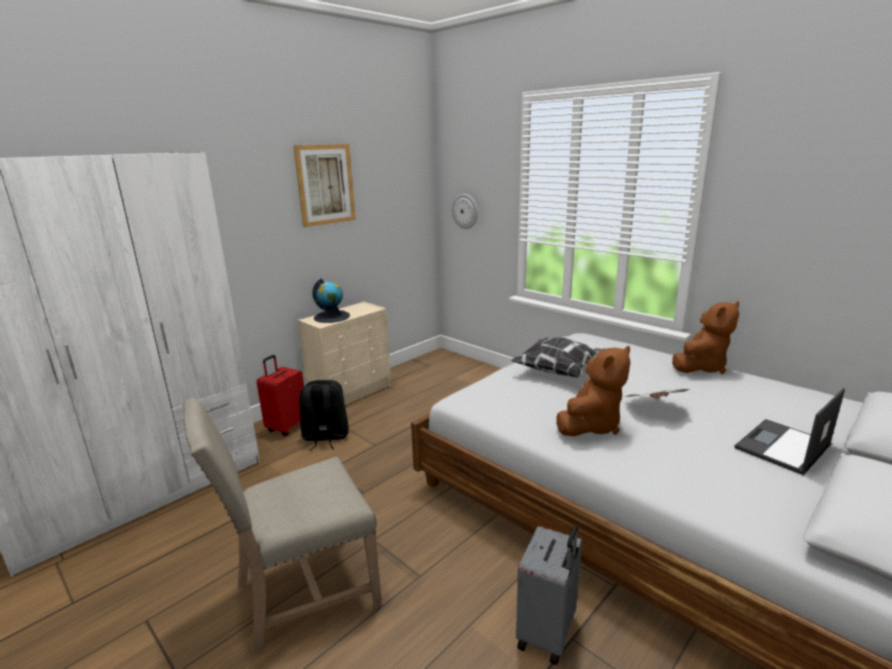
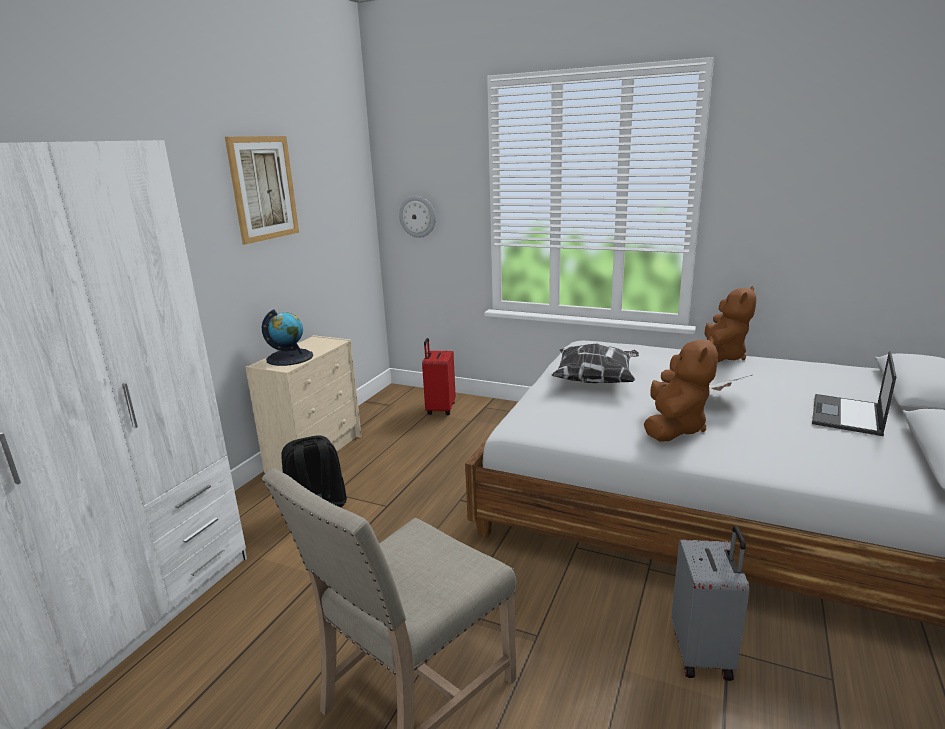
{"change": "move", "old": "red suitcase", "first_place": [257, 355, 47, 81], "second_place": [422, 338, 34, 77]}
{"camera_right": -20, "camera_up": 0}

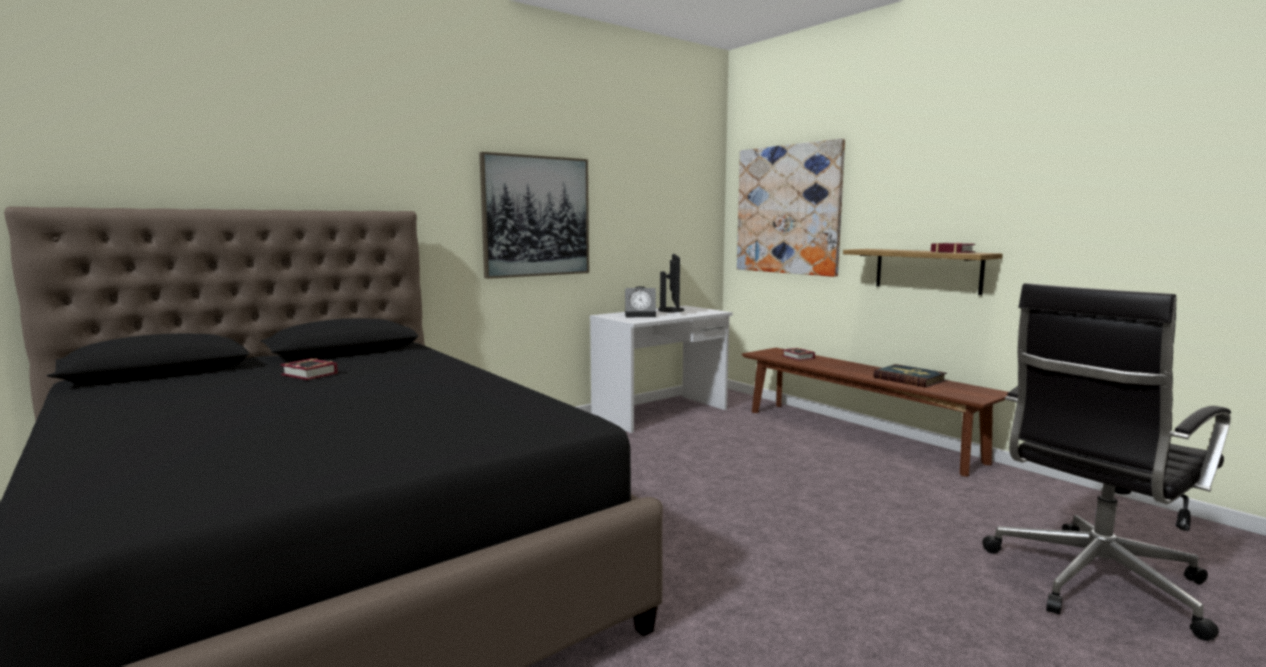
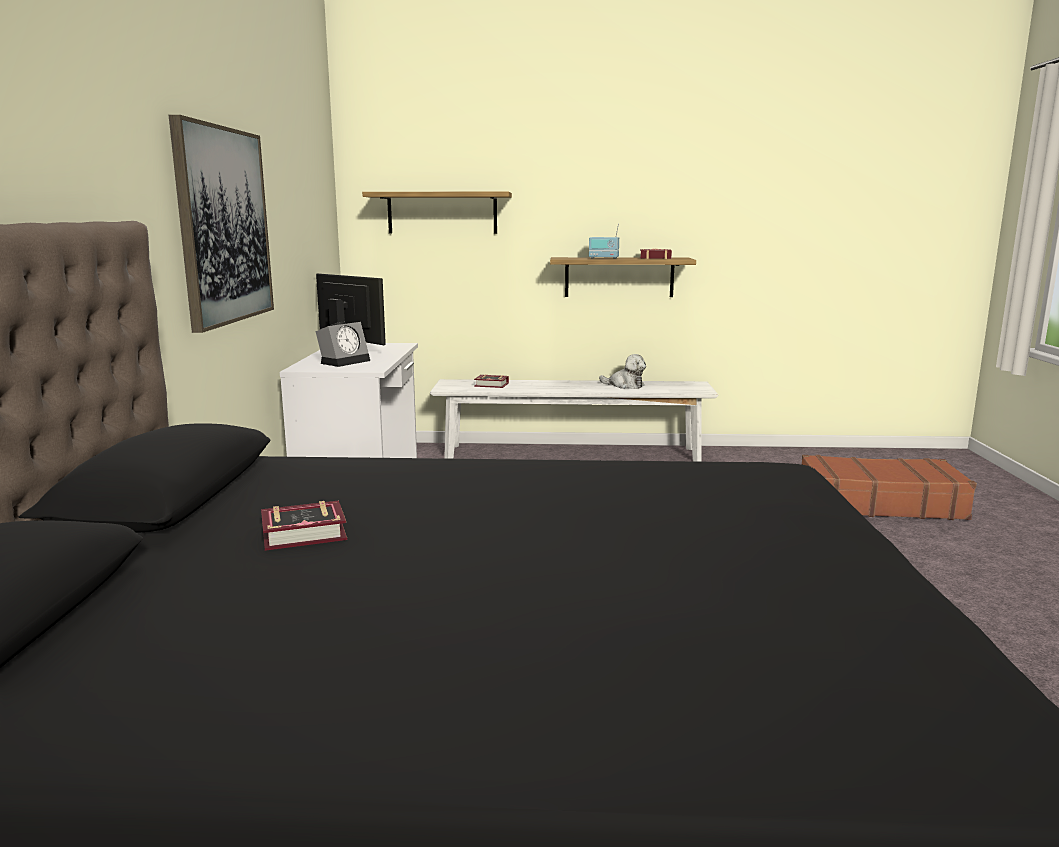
{"change": "replace", "old": "picture", "new": "shelf", "first_place": [737, 138, 108, 139], "second_place": [362, 192, 150, 42]}
{"change": "replace", "old": "black office chair", "new": "brown suitcase", "first_place": [982, 283, 249, 358], "second_place": [802, 455, 175, 65]}
{"change": "recolor", "old": "brown bench", "new": "white bench", "first_place": [742, 348, 267, 129], "second_place": [430, 379, 288, 83]}
{"change": "replace", "old": "book", "new": "plush toy", "first_place": [873, 364, 74, 24], "second_place": [599, 354, 47, 35]}
{"change": "insert", "new": "radio", "second_place": [589, 224, 30, 35]}
{"camera_right": -50, "camera_up": 5}

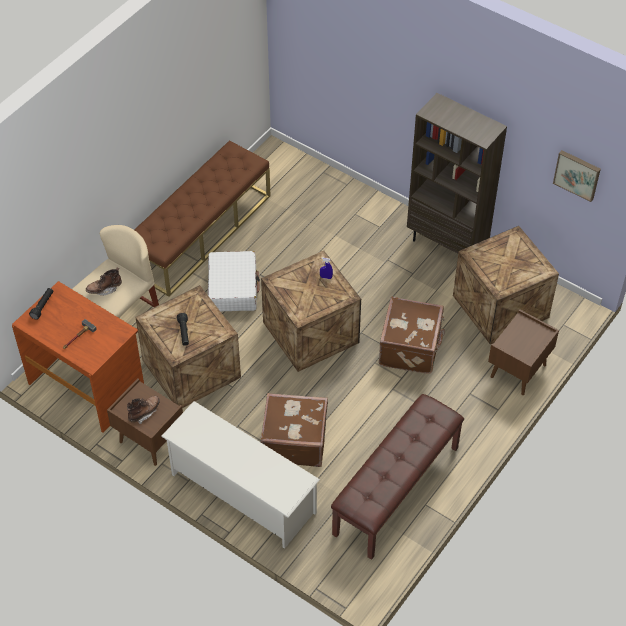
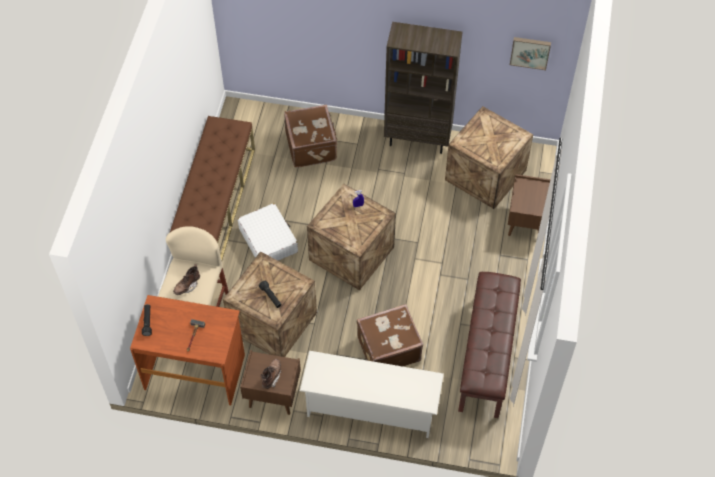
{"change": "move", "old": "brown suitcase", "first_place": [379, 297, 66, 77], "second_place": [284, 105, 54, 63]}
{"camera_right": -25, "camera_up": 5}

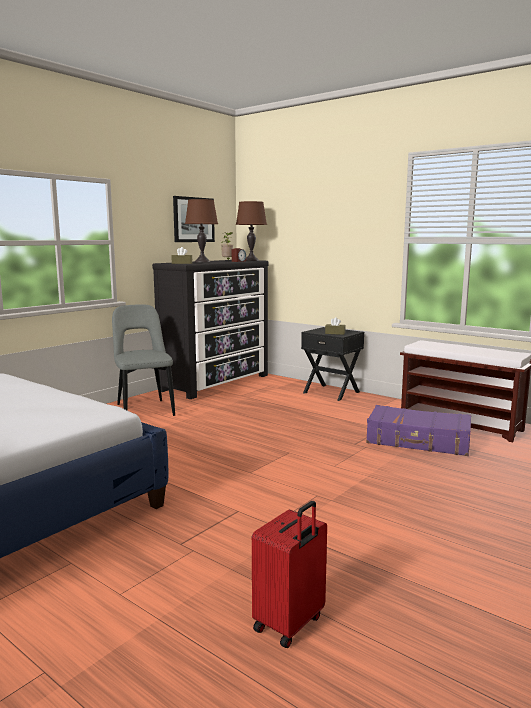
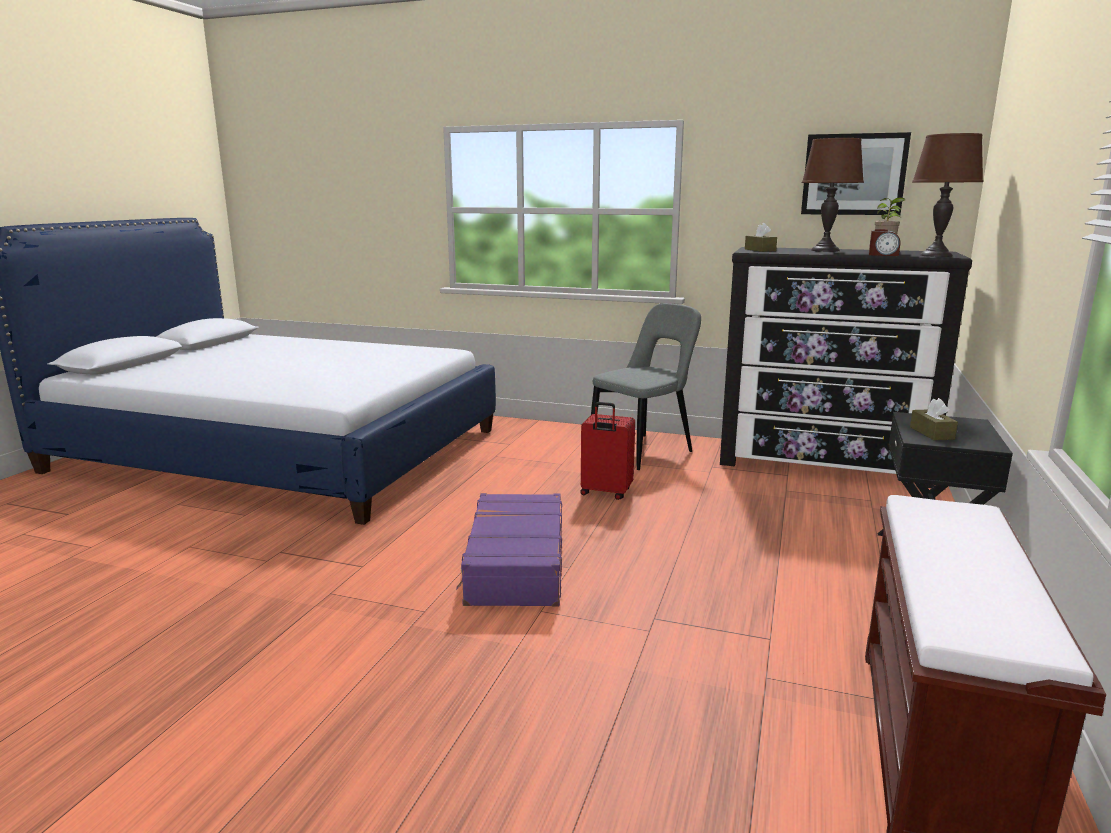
{"change": "move", "old": "purple suitcase", "first_place": [366, 405, 105, 51], "second_place": [456, 493, 106, 114]}
{"change": "move", "old": "red suitcase", "first_place": [252, 501, 75, 147], "second_place": [580, 402, 55, 98]}
{"camera_right": 70, "camera_up": 5}

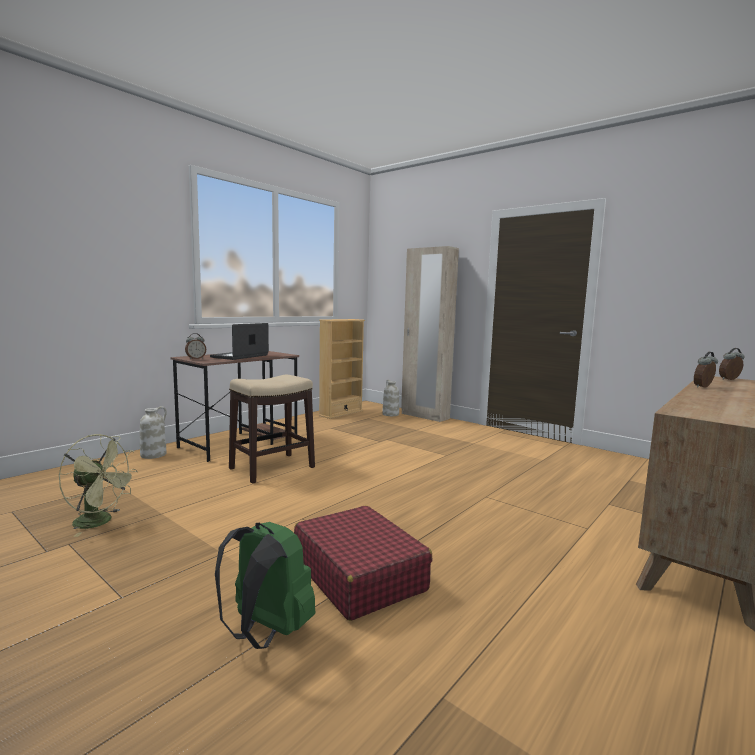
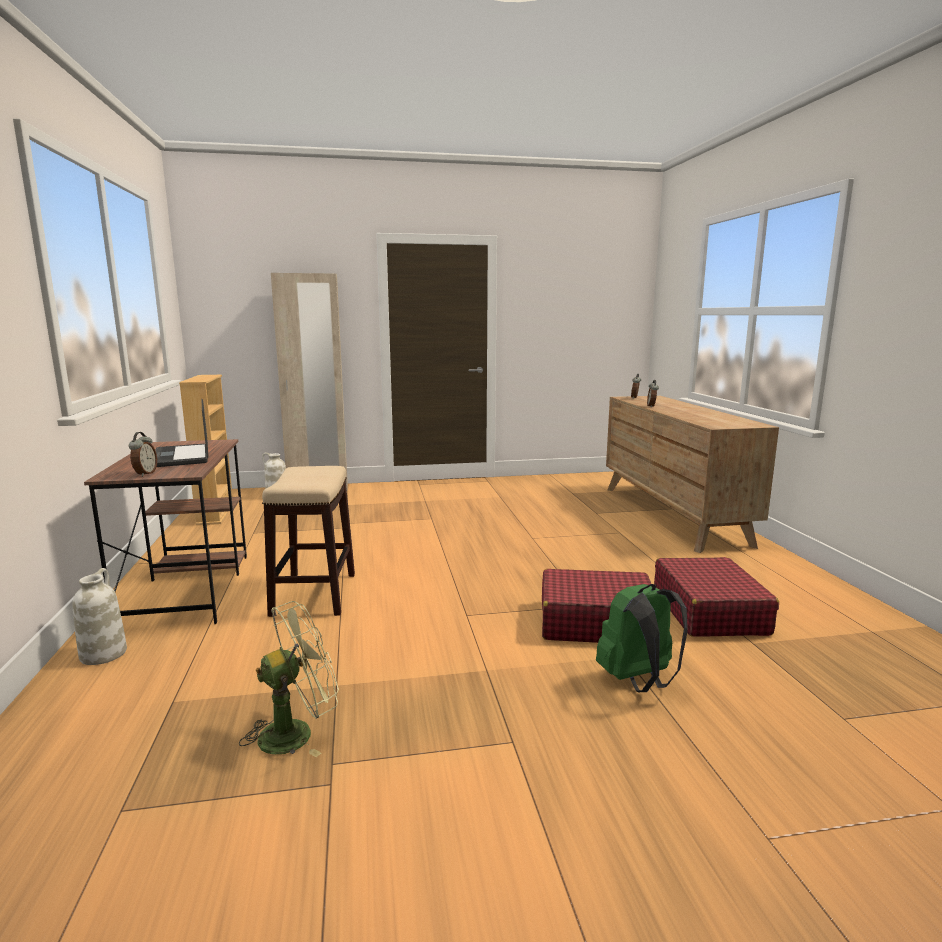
{"change": "insert", "new": "red suitcase", "second_place": [654, 557, 125, 80]}
{"camera_right": -50, "camera_up": 5}

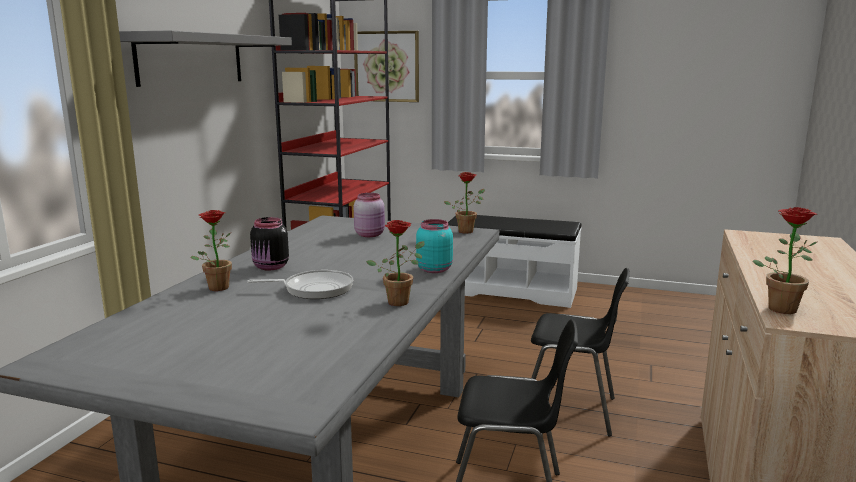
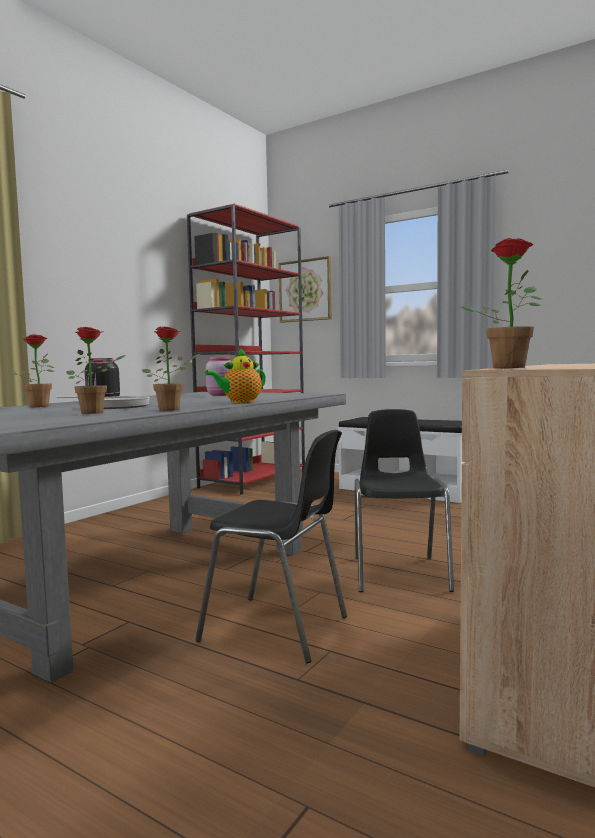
{"change": "delete", "old": "grey shelf", "first_place": [119, 30, 173, 57]}
{"change": "move", "old": "potted plant", "first_place": [444, 172, 41, 61], "second_place": [66, 327, 59, 87]}
{"change": "replace", "old": "turquoise jar", "new": "teapot", "first_place": [416, 219, 37, 54], "second_place": [205, 348, 61, 55]}
{"change": "rotate", "old": "black chair", "first_place": [531, 268, 99, 168], "second_place": [355, 409, 99, 183], "degrees": -120}
{"camera_right": 15, "camera_up": -10}

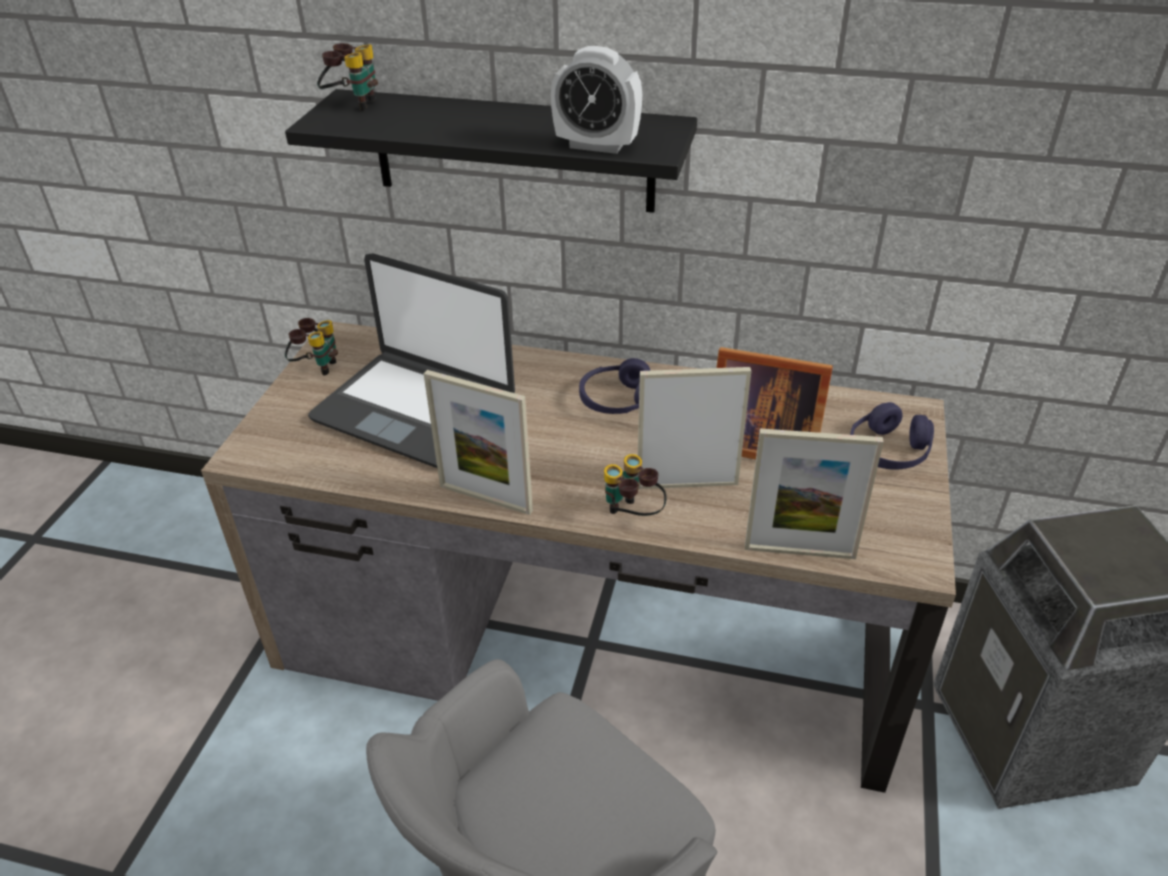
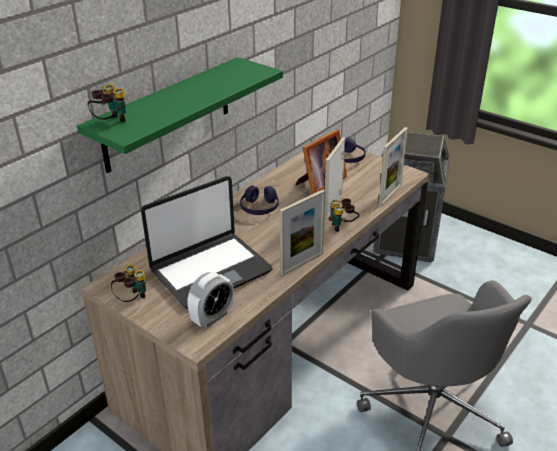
{"change": "move", "old": "alarm clock", "first_place": [551, 46, 92, 108], "second_place": [187, 272, 47, 56]}
{"change": "recolor", "old": "black shelf", "new": "green shelf", "first_place": [285, 89, 412, 124], "second_place": [77, 57, 206, 116]}
{"camera_right": -65, "camera_up": -5}

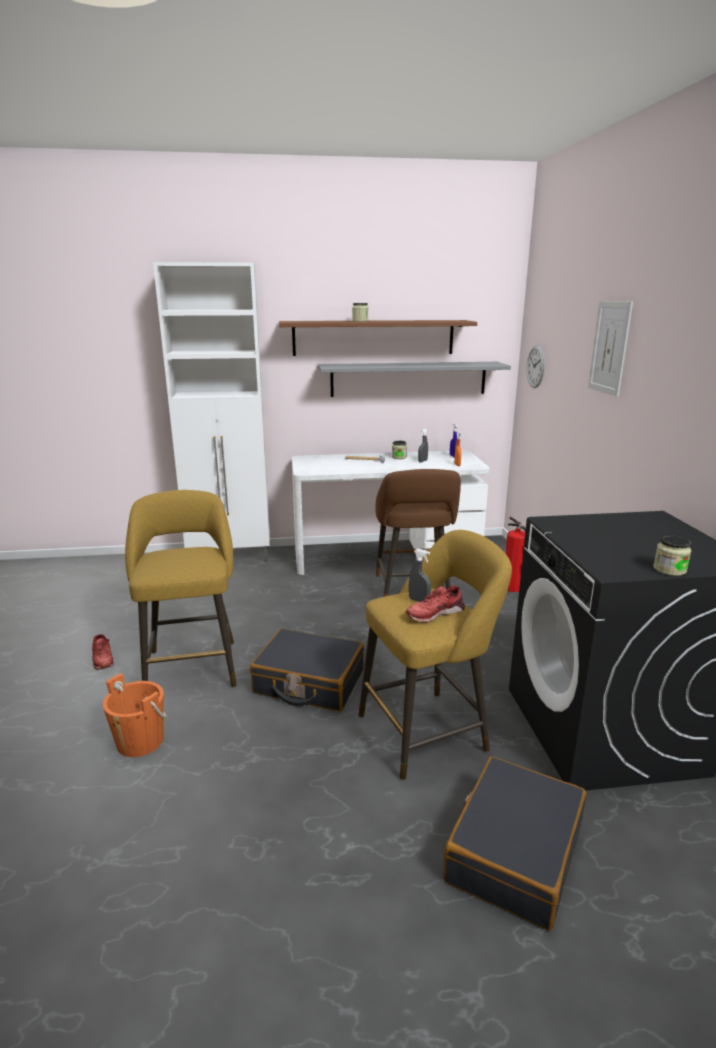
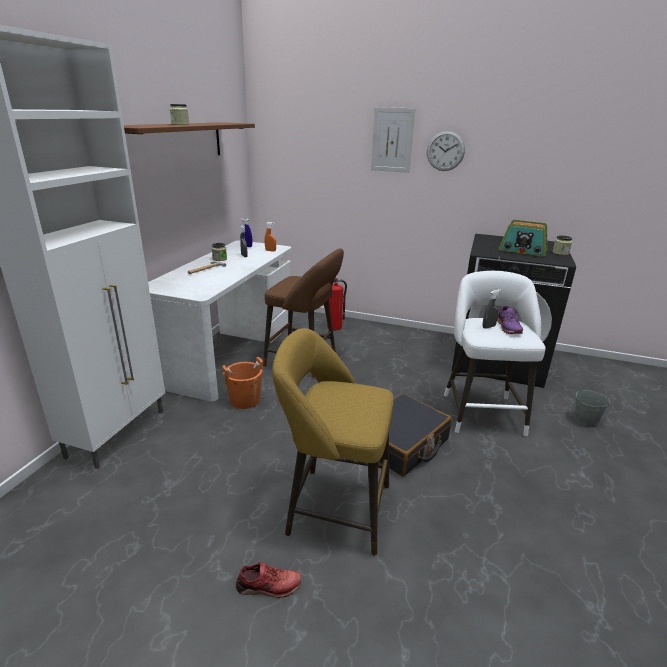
{"change": "move", "old": "wall clock", "first_place": [526, 345, 19, 43], "second_place": [427, 131, 38, 40]}
{"change": "delete", "old": "grey shelf", "first_place": [318, 362, 193, 35]}
{"change": "recolor", "old": "yellow stool", "new": "white stool", "first_place": [358, 530, 154, 250], "second_place": [444, 271, 102, 166]}
{"change": "recolor", "old": "red shoe", "new": "purple shoe", "first_place": [406, 585, 59, 38], "second_place": [497, 306, 26, 28]}
{"change": "move", "old": "orange bucket", "first_place": [103, 673, 64, 84], "second_place": [222, 357, 41, 52]}
{"change": "replace", "old": "black suitcase", "new": "grey bucket", "first_place": [443, 756, 144, 174], "second_place": [575, 382, 35, 44]}
{"change": "insert", "new": "radio", "second_place": [499, 220, 48, 36]}
{"camera_right": -65, "camera_up": 5}

